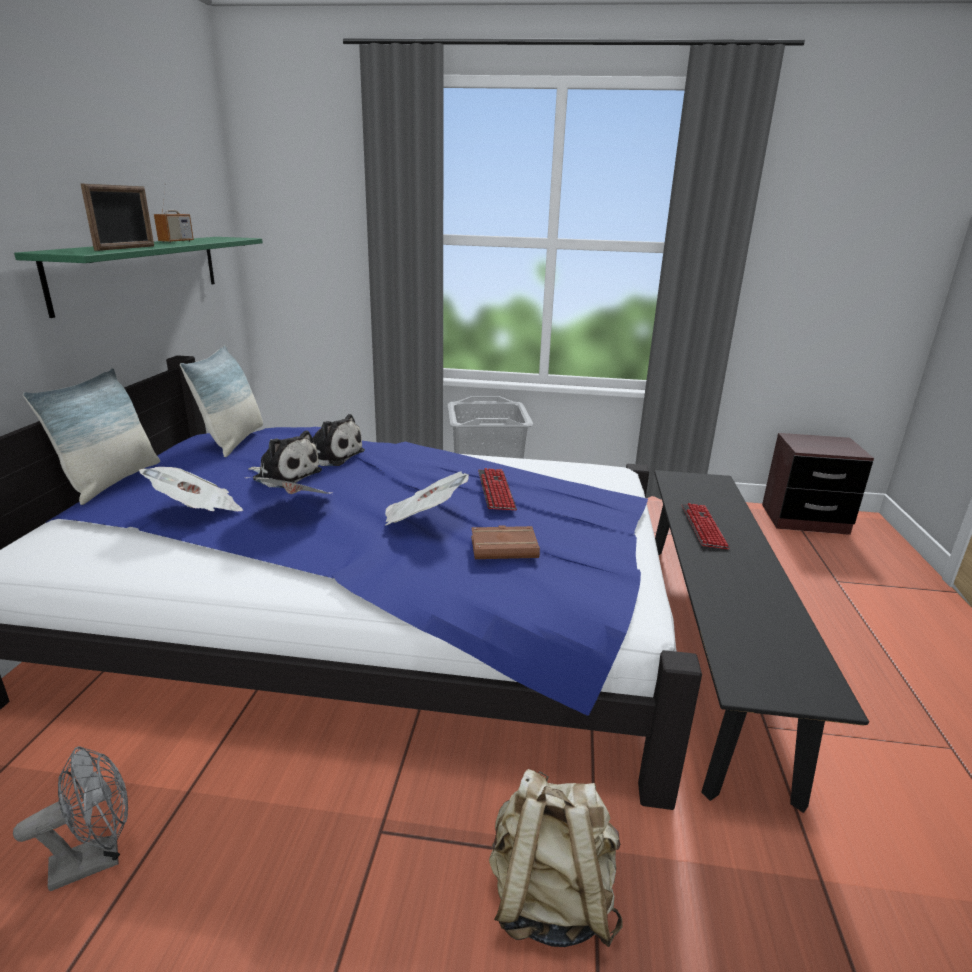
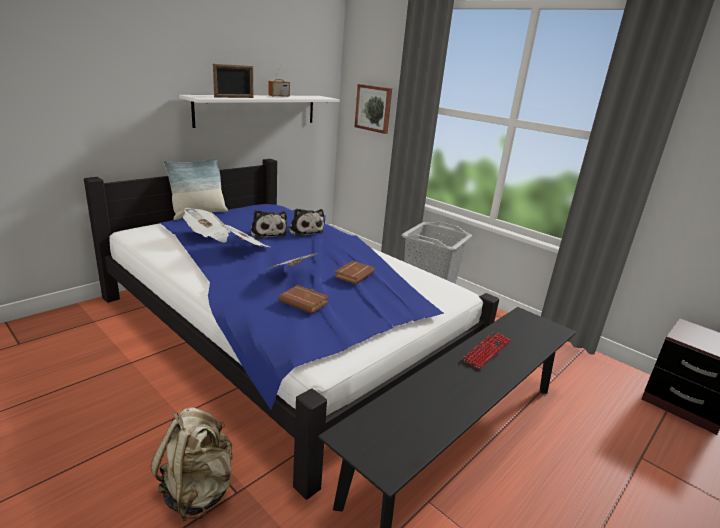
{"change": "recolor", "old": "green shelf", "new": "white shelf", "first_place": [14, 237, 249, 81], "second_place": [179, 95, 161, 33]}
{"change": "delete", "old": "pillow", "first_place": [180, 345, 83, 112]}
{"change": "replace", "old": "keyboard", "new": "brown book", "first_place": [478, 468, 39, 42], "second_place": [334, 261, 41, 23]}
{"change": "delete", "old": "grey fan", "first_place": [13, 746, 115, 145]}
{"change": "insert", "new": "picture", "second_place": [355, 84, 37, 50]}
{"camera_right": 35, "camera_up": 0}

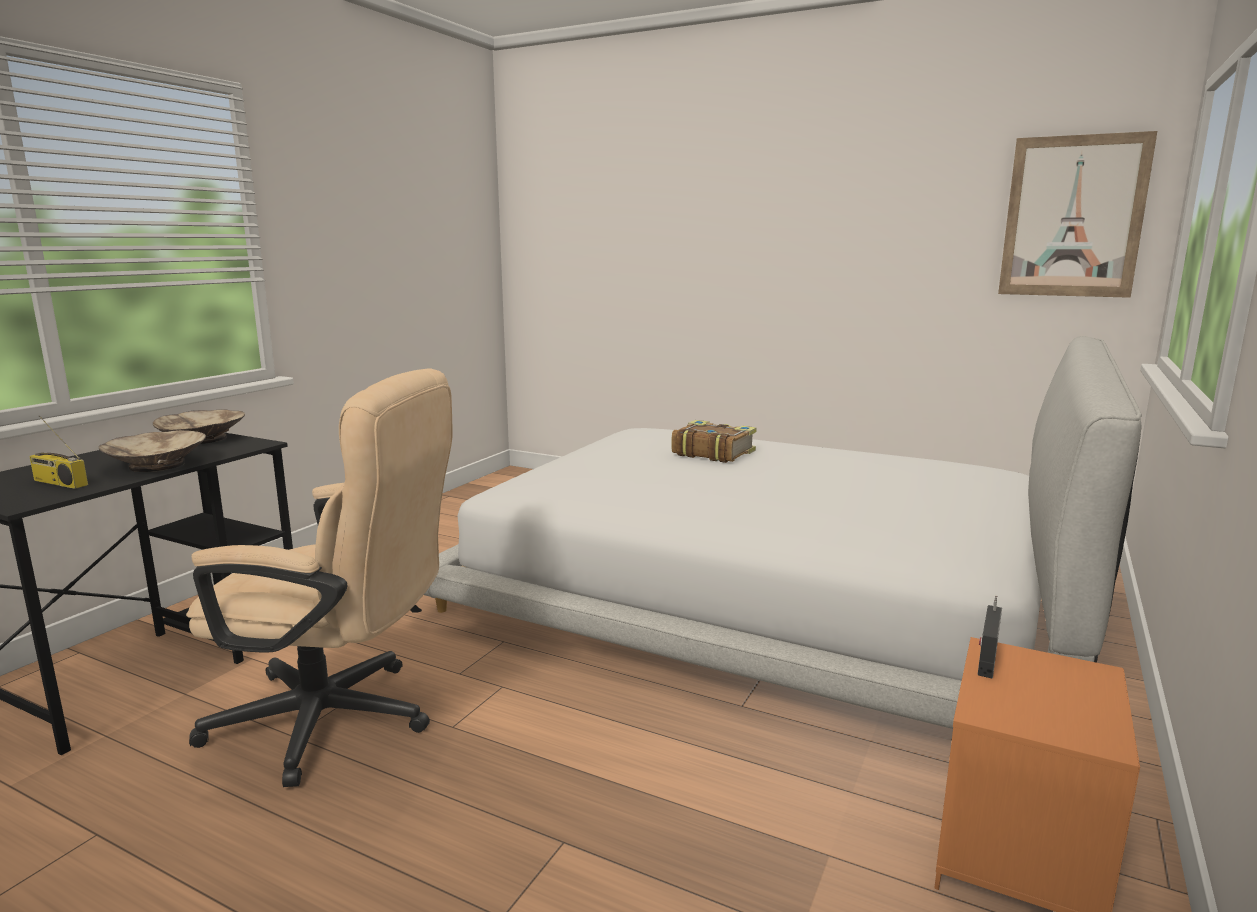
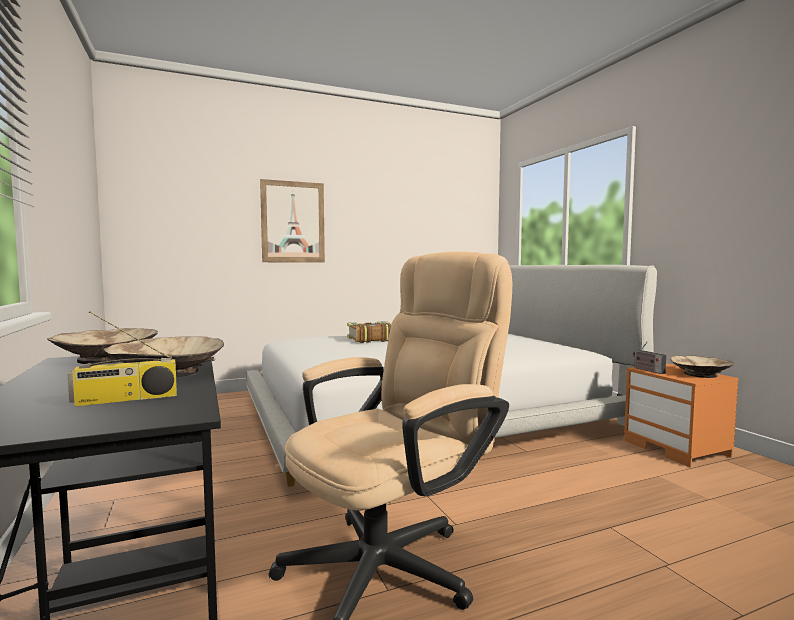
{"change": "move", "old": "picture", "first_place": [998, 131, 159, 167], "second_place": [260, 179, 65, 84]}
{"change": "insert", "new": "beige bowl", "second_place": [670, 356, 64, 22]}
{"camera_right": -50, "camera_up": -10}

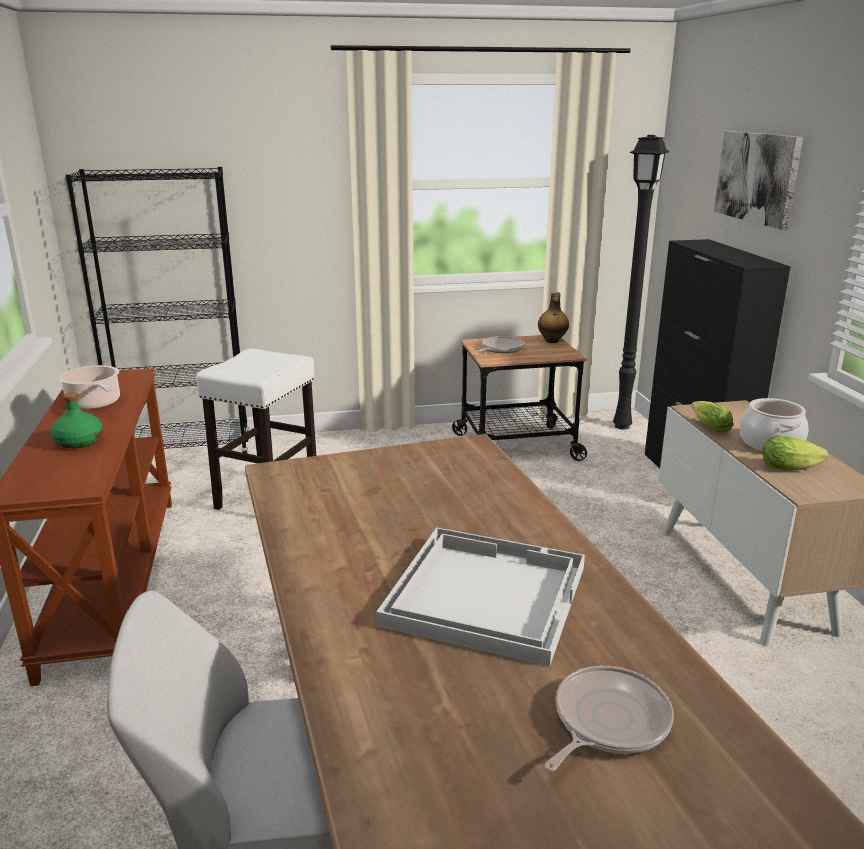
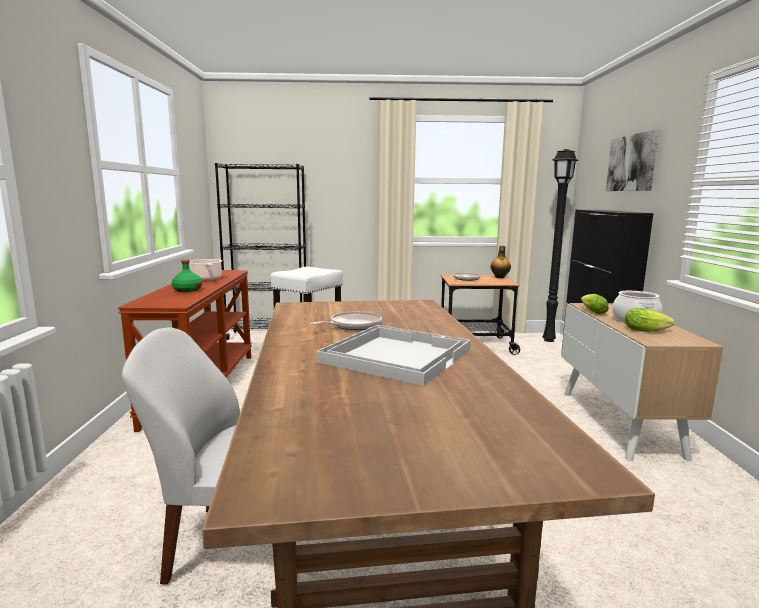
{"change": "move", "old": "frying pan", "first_place": [545, 666, 129, 105], "second_place": [310, 311, 72, 19]}
{"camera_right": 10, "camera_up": -10}

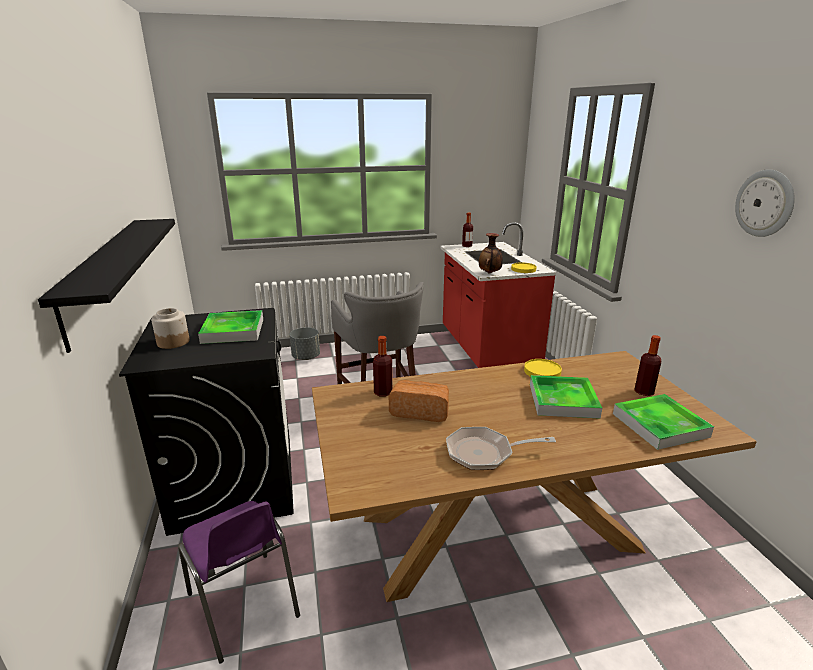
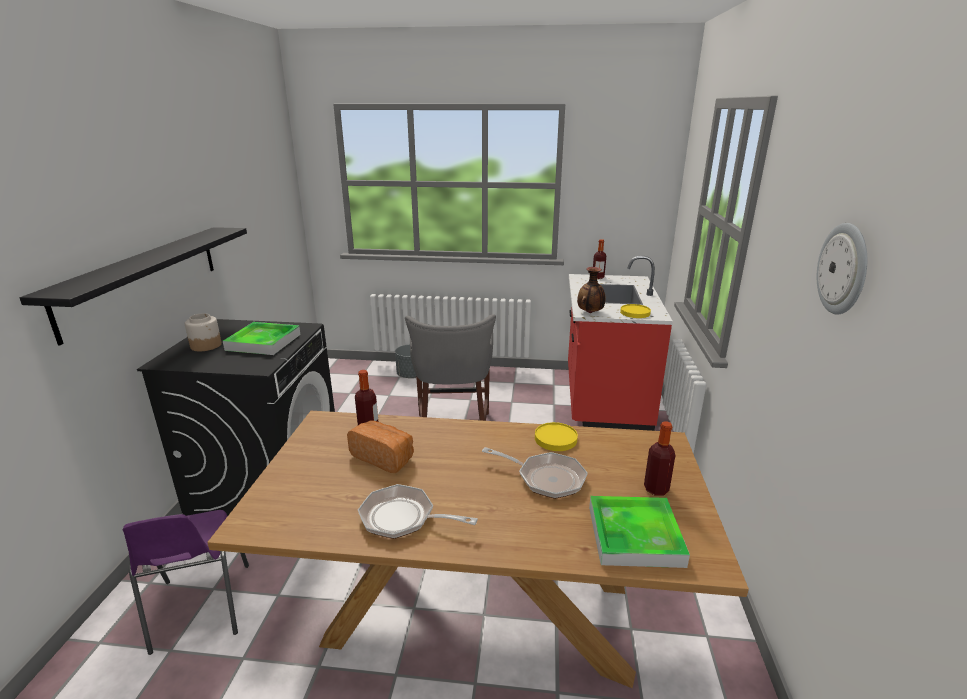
{"change": "replace", "old": "tray", "new": "frying pan", "first_place": [530, 375, 72, 44], "second_place": [482, 447, 106, 52]}
{"camera_right": 20, "camera_up": 0}

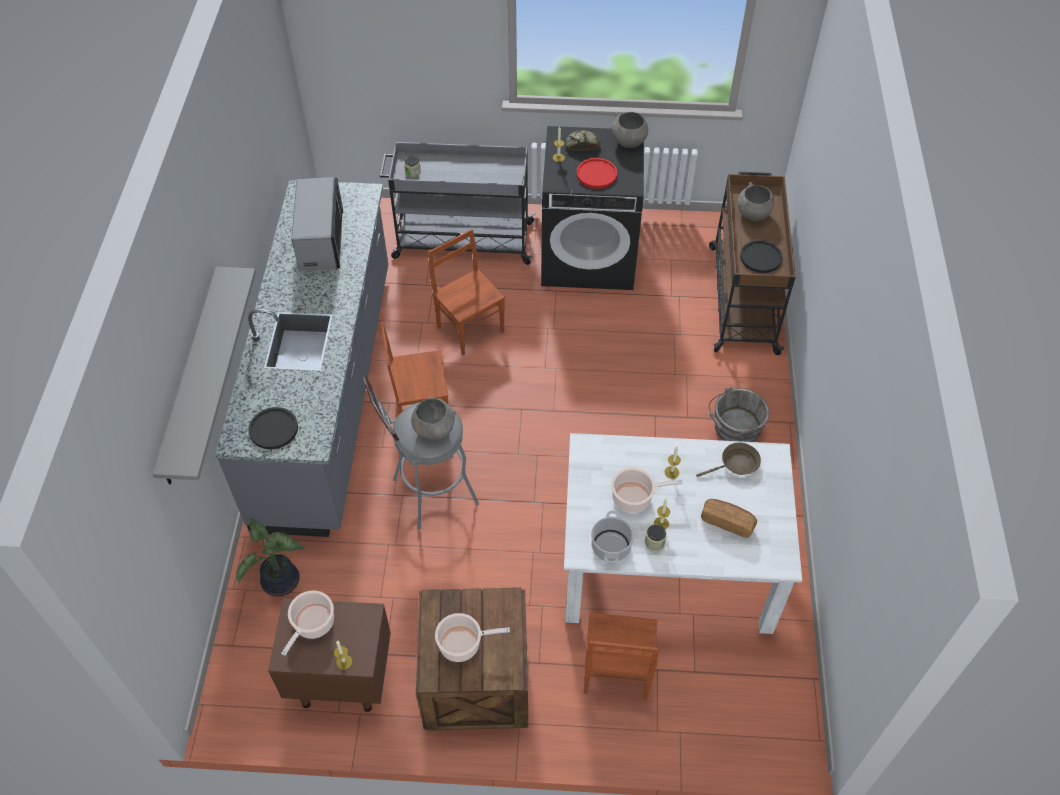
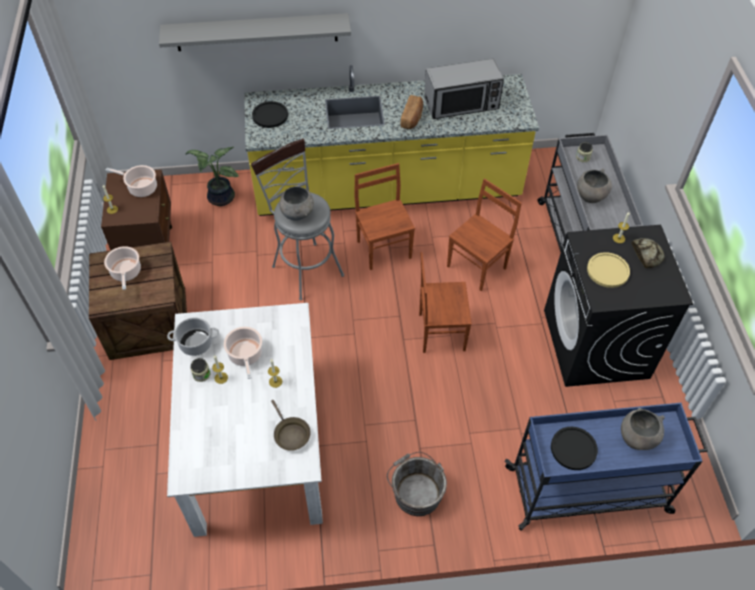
{"change": "move", "old": "grey bowl", "first_place": [611, 112, 37, 36], "second_place": [577, 168, 35, 35]}
{"change": "recolor", "old": "red plate", "new": "yellow plate", "first_place": [577, 158, 40, 31], "second_place": [587, 252, 43, 36]}
{"change": "recolor", "old": "brown cart", "new": "blue cart", "first_place": [709, 172, 87, 183], "second_place": [505, 403, 203, 128]}
{"change": "recolor", "old": "grey counter", "new": "yellow counter", "first_place": [215, 180, 173, 357], "second_place": [244, 65, 295, 151]}
{"change": "move", "old": "bread", "first_place": [701, 499, 56, 39], "second_place": [401, 95, 22, 34]}
{"change": "move", "old": "brown chair", "first_place": [584, 612, 75, 88], "second_place": [419, 252, 53, 101]}
{"camera_right": 80, "camera_up": 0}

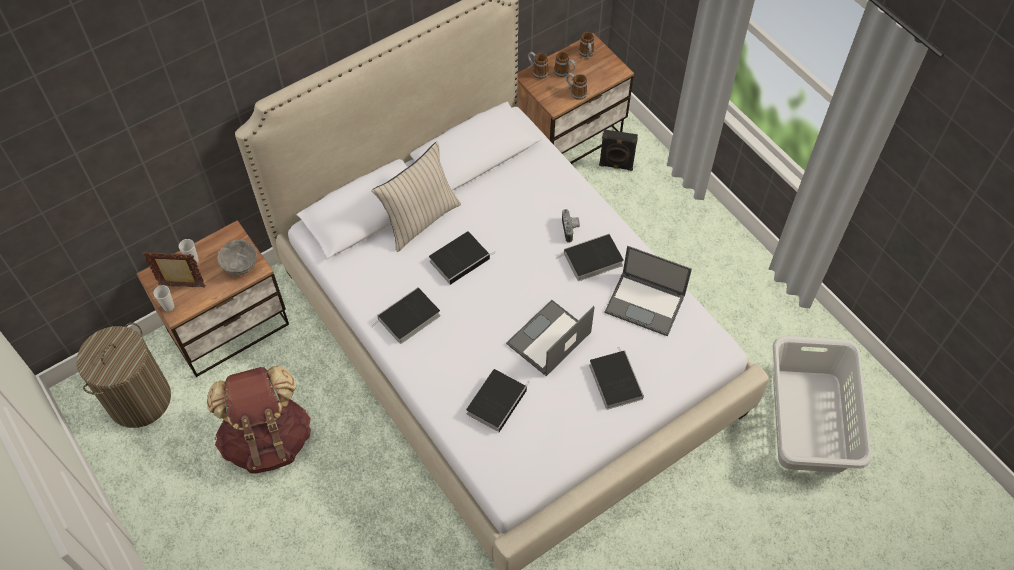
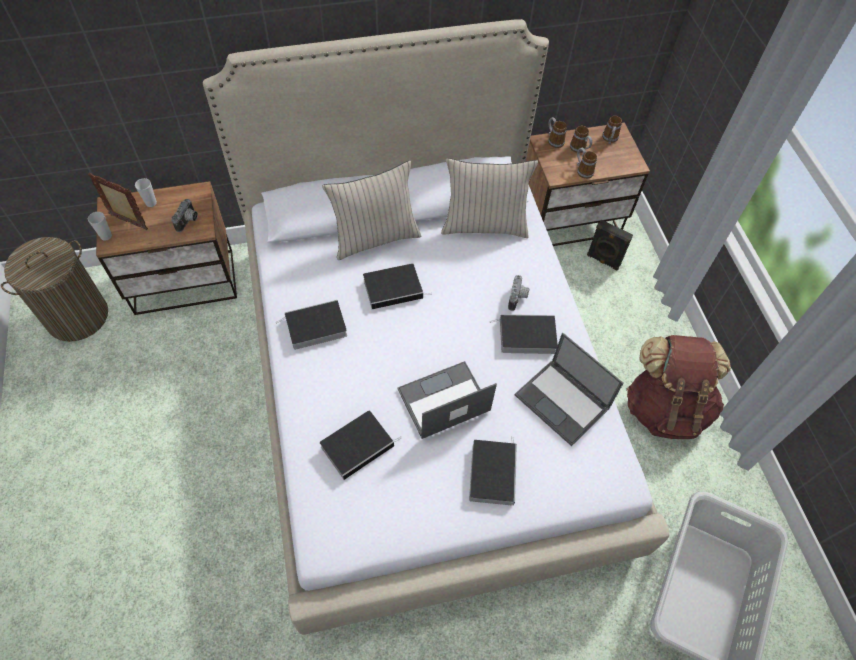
{"change": "replace", "old": "grey bowl", "new": "photo camera", "first_place": [217, 240, 40, 35], "second_place": [171, 199, 27, 33]}
{"change": "move", "old": "brown backpack", "first_place": [207, 366, 104, 108], "second_place": [626, 335, 105, 104]}
{"change": "insert", "new": "beige pillow", "second_place": [441, 158, 97, 80]}
{"camera_right": 20, "camera_up": 0}

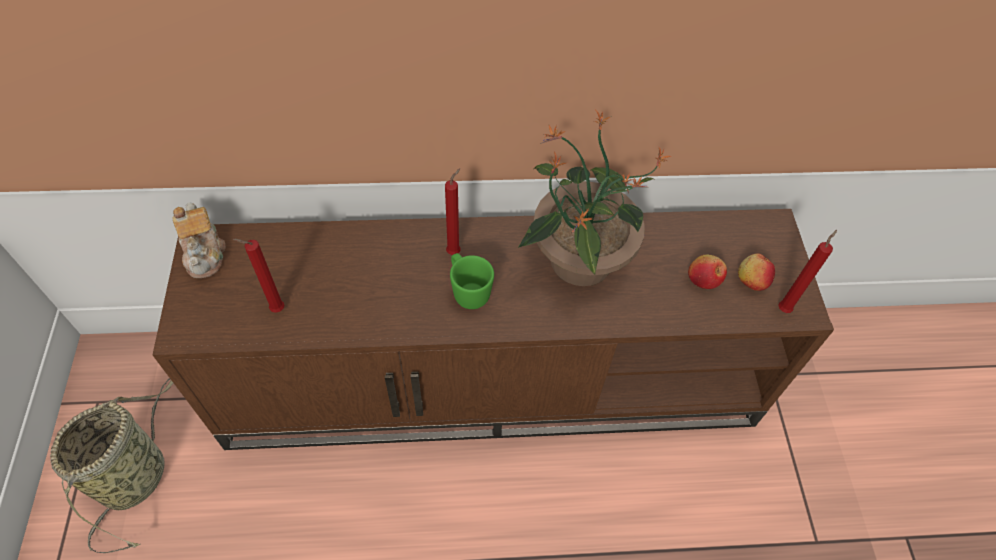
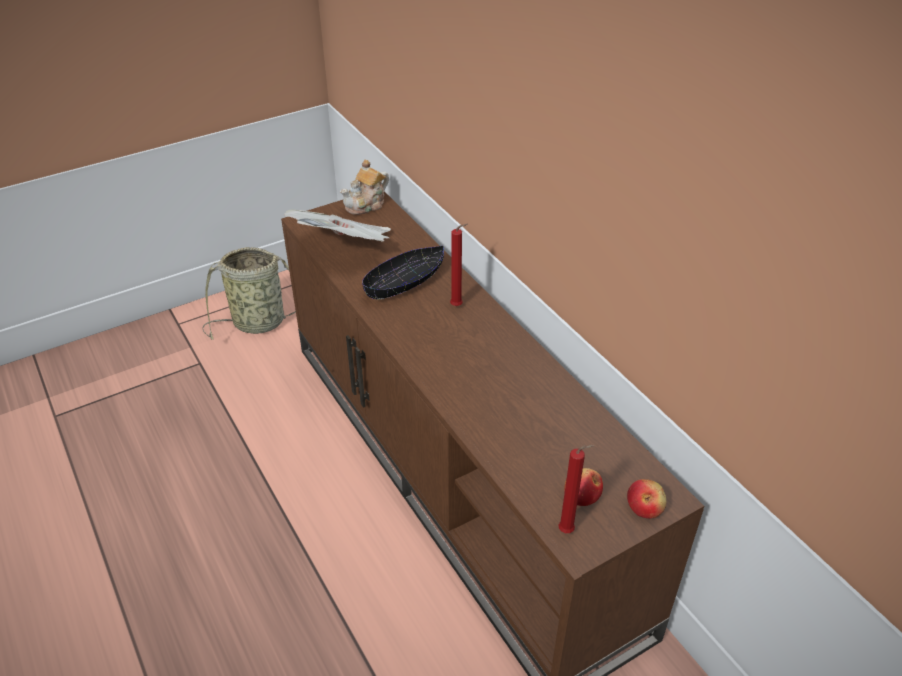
{"change": "delete", "old": "potted plant", "first_place": [518, 111, 153, 175]}
{"change": "replace", "old": "red candle", "new": "newspaper", "first_place": [233, 239, 51, 74], "second_place": [284, 209, 107, 33]}
{"change": "delete", "old": "green mug", "first_place": [450, 253, 44, 56]}
{"change": "move", "old": "apple", "first_place": [688, 255, 39, 34], "second_place": [627, 479, 39, 40]}
{"change": "insert", "new": "black bowl", "second_place": [362, 246, 82, 53]}
{"camera_right": 65, "camera_up": -15}

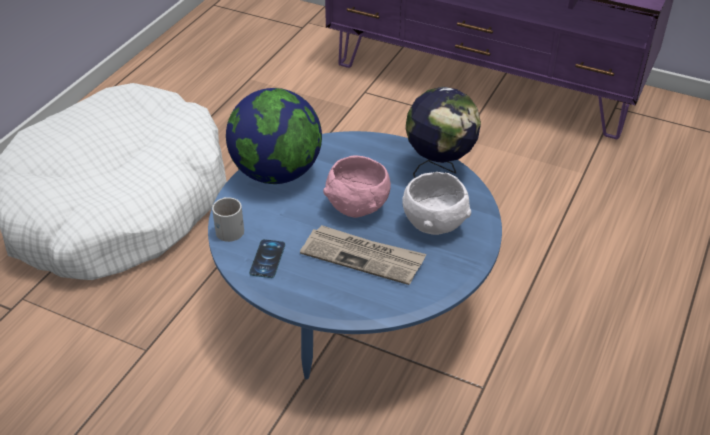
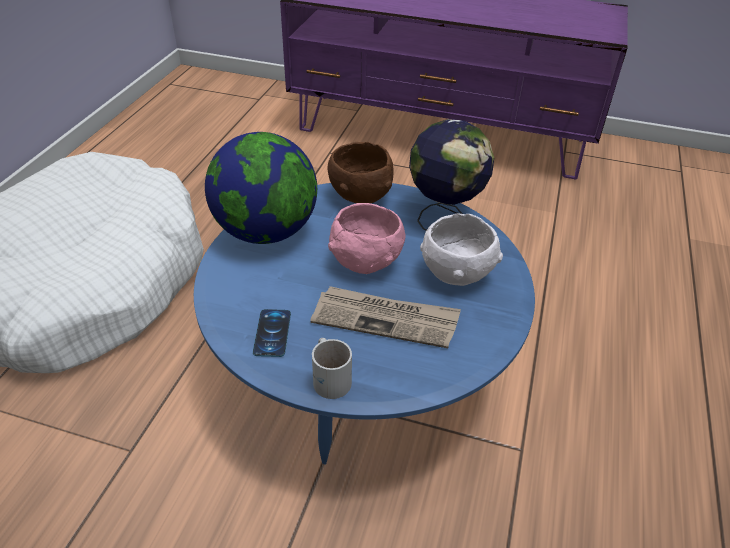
{"change": "move", "old": "white mug", "first_place": [212, 197, 32, 45], "second_place": [312, 338, 40, 61]}
{"change": "insert", "new": "brown bowl", "second_place": [327, 142, 67, 61]}
{"camera_right": -10, "camera_up": 0}

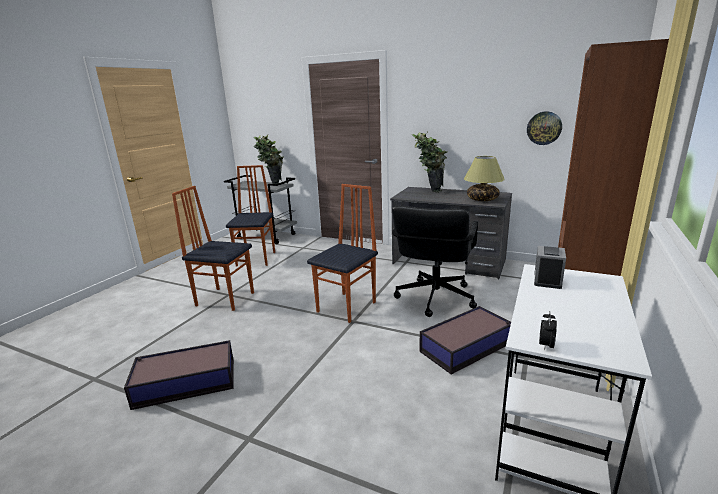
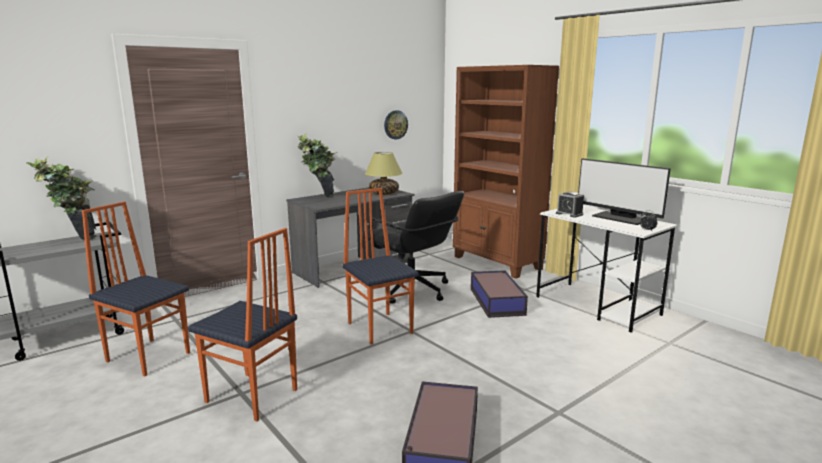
{"change": "rotate", "old": "chair", "first_place": [172, 186, 82, 125], "second_place": [188, 228, 109, 193], "degrees": -105}
{"change": "insert", "new": "monitor", "second_place": [578, 158, 93, 67]}
{"camera_right": -65, "camera_up": -5}

